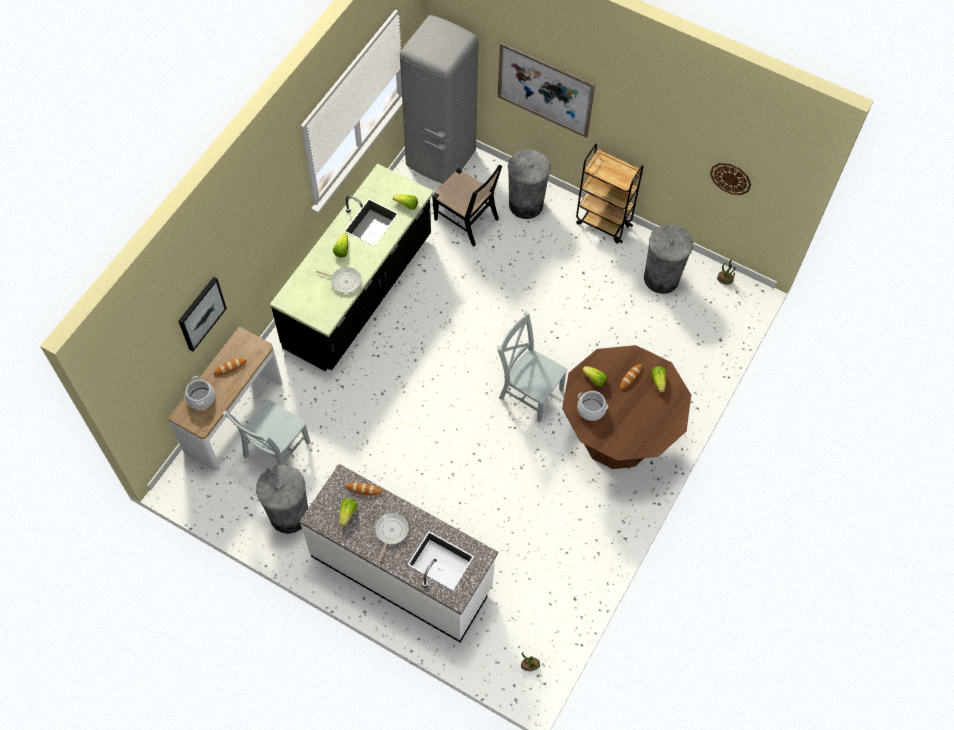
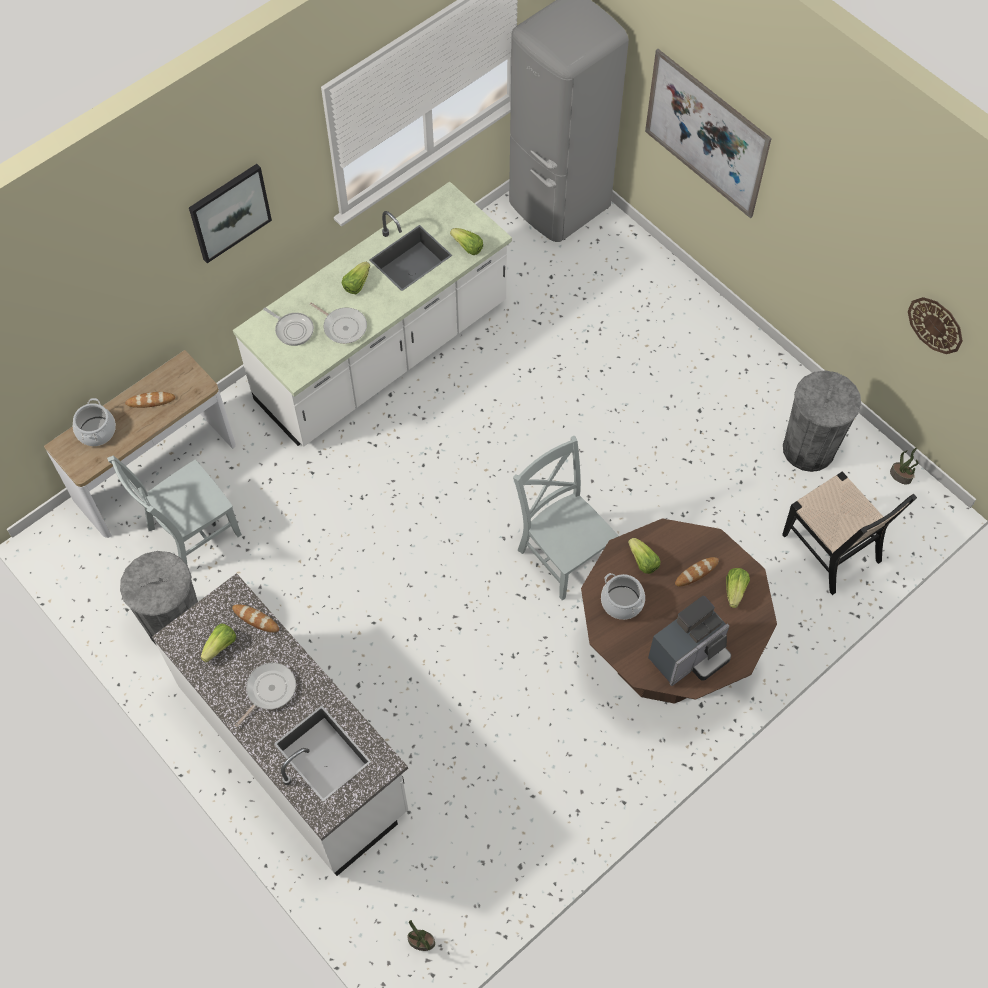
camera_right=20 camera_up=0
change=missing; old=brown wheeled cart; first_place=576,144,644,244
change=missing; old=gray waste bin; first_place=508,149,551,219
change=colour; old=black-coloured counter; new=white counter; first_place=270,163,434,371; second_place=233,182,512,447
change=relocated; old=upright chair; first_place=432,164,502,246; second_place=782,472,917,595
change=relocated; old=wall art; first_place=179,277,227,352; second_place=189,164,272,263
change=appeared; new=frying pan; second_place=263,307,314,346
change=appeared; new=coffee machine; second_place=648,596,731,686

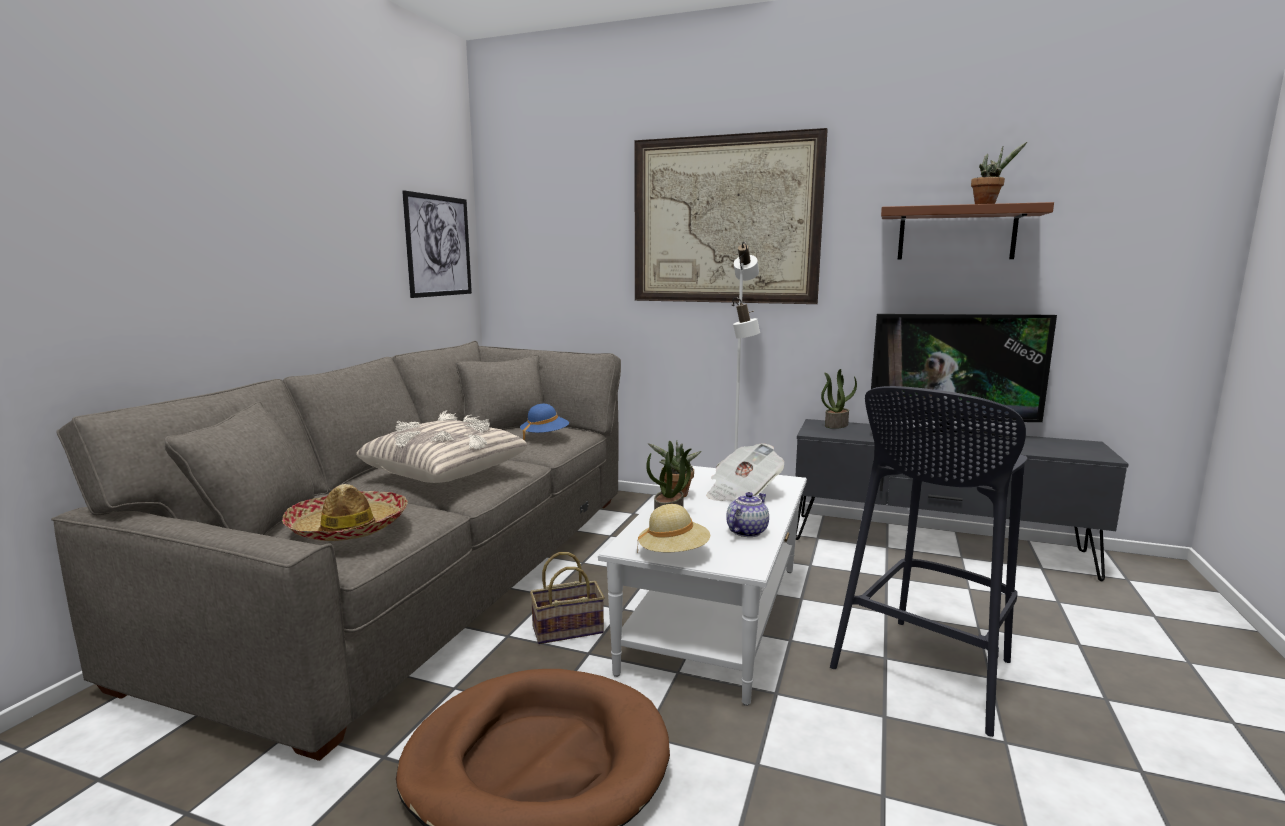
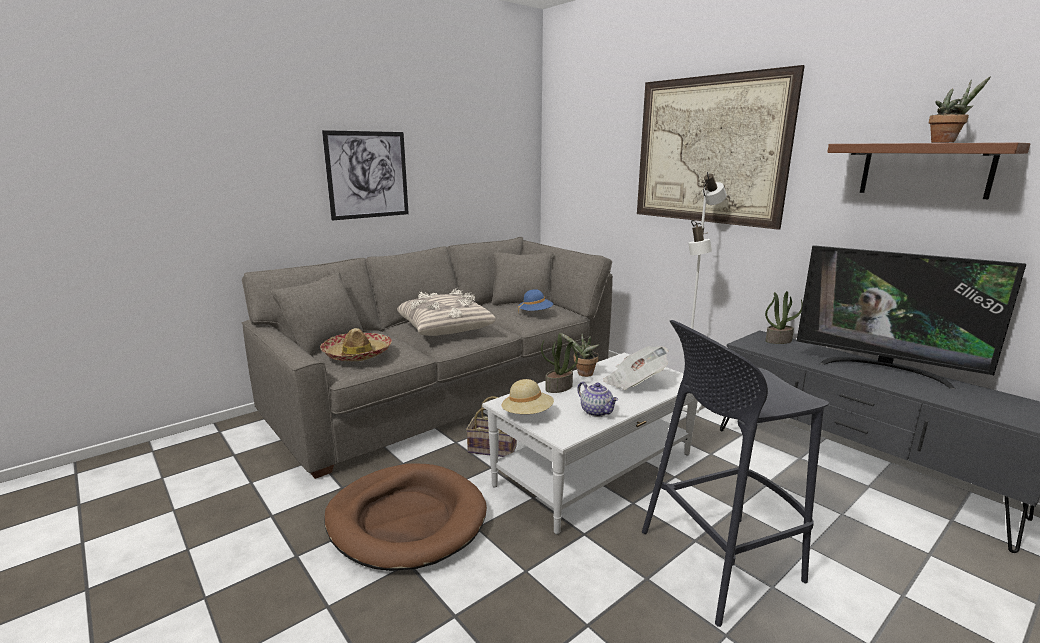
camera_right=30 camera_up=5
change=relocated; old=wall art; first_place=402,190,472,298; second_place=322,130,409,221
change=spun; old=teapot; first_place=726,492,769,537; second_place=577,381,618,417; degrees=75

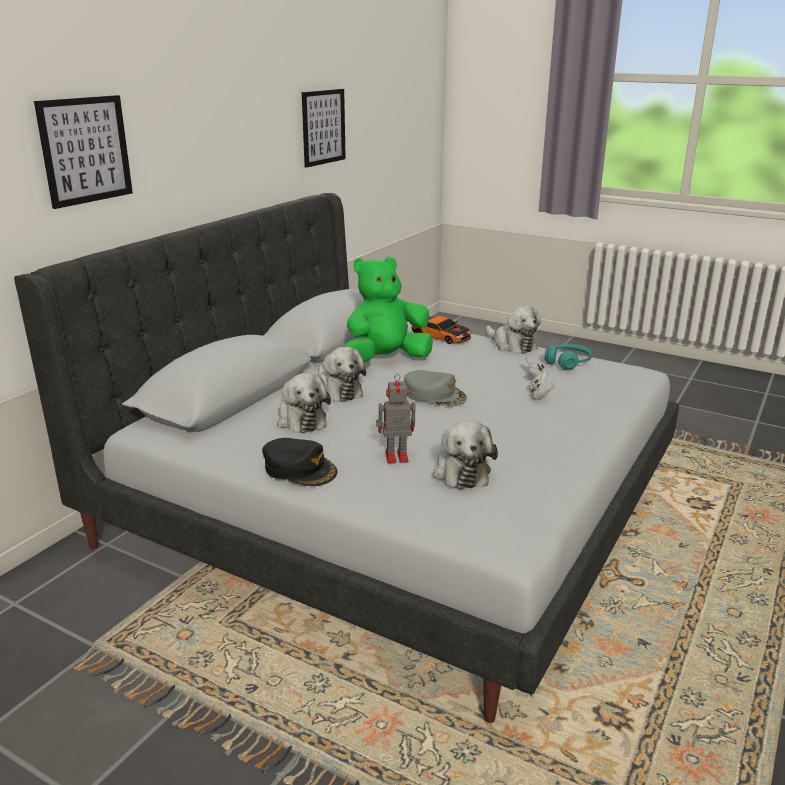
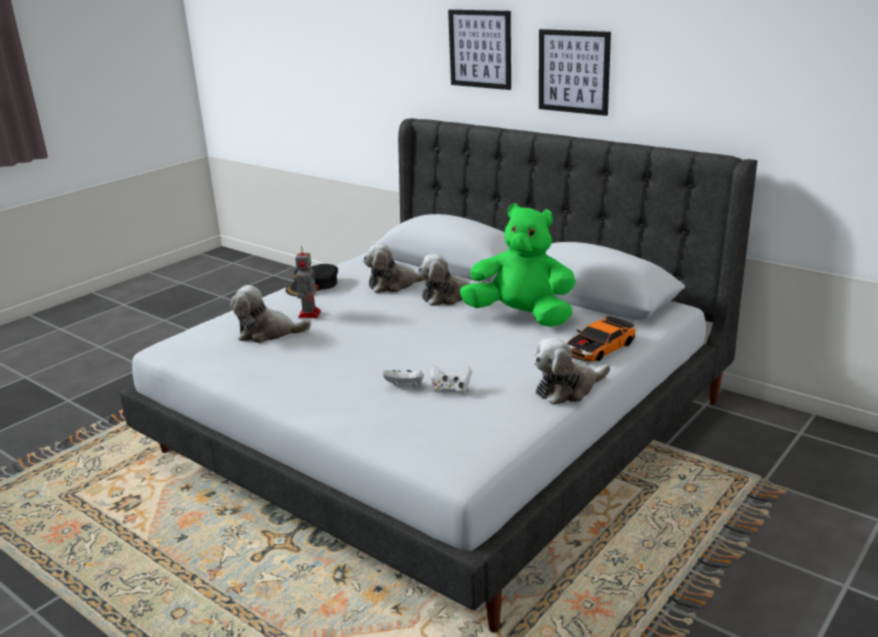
camera_right=100 camera_up=0
change=relocated; old=wall art; first_place=302,89,346,168; second_place=539,29,611,116
change=spun; old=green-coloured soft toy; first_place=344,257,433,362; second_place=460,203,576,327; degrees=-45
change=missing; old=turquoise-coloured pair of headphones; first_place=544,344,592,370
change=missing; old=gray peaked cap; first_place=404,370,467,407

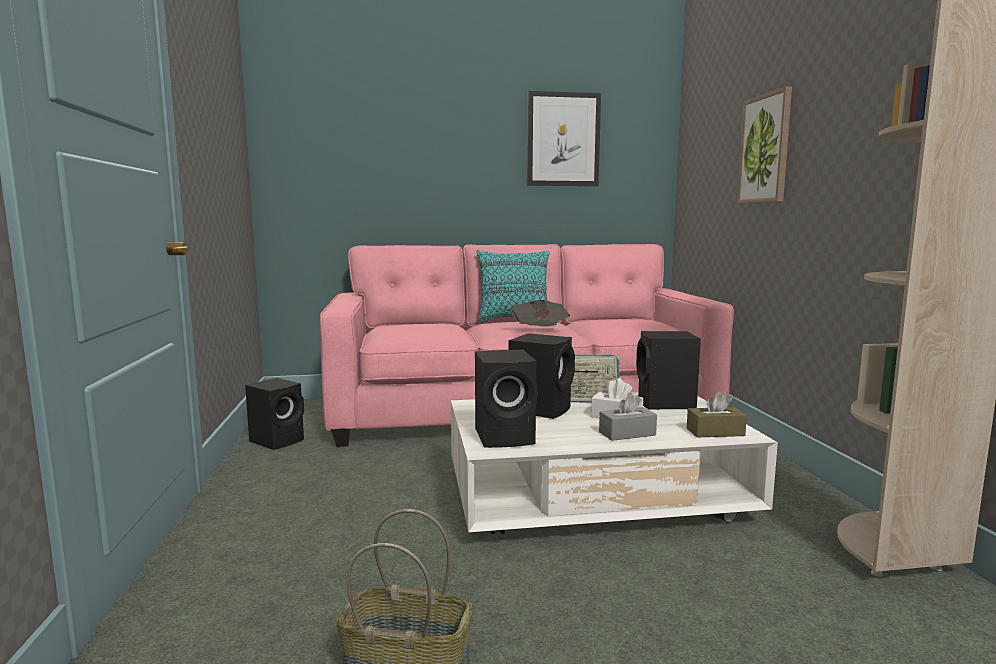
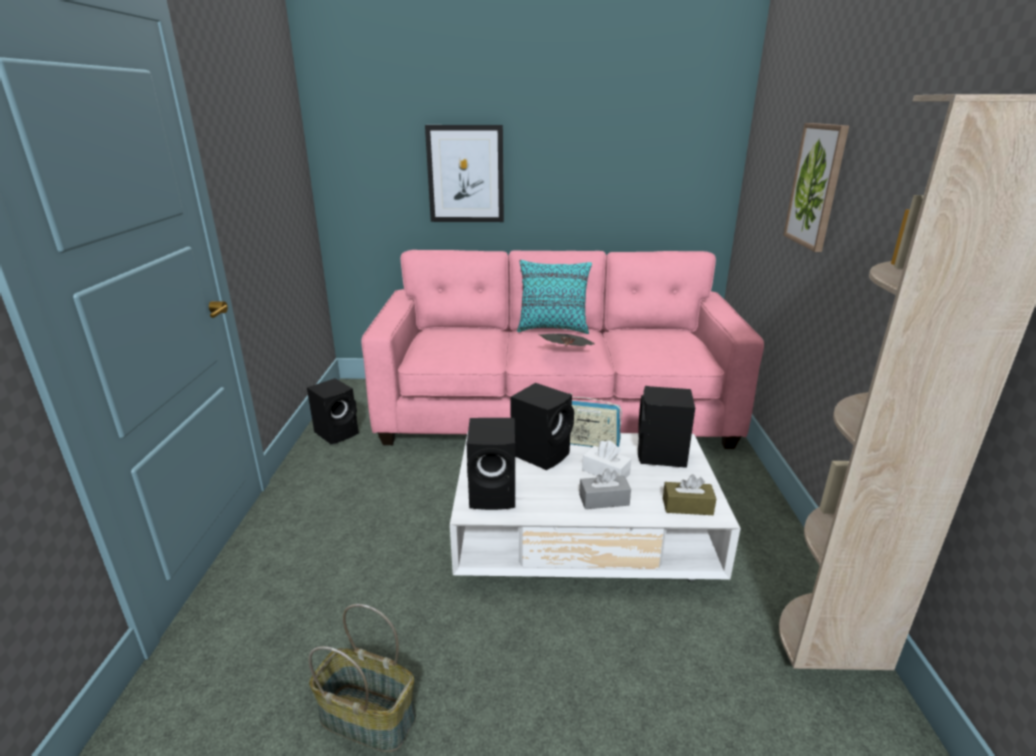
camera_right=10 camera_up=15
change=relocated; old=wall art; first_place=527,91,601,186; second_place=425,125,504,222

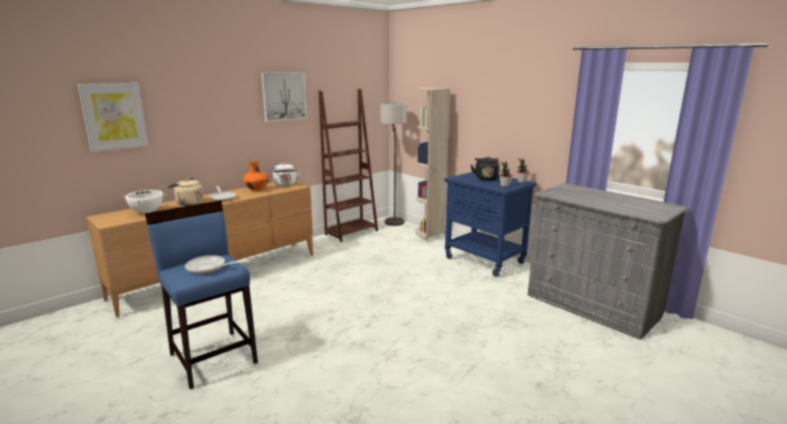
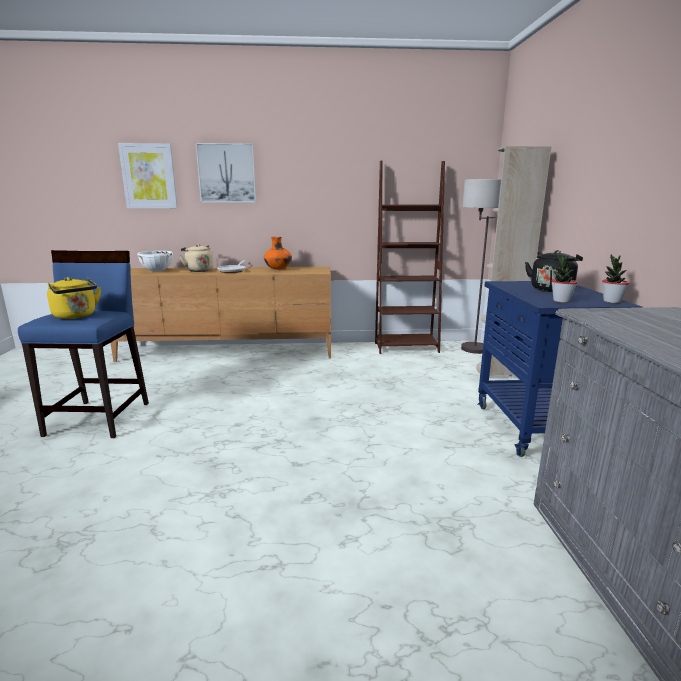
camera_right=40 camera_up=0
change=relocated; old=wall art; first_place=261,72,307,122; second_place=195,143,256,203
change=missing; old=white kettle; first_place=273,163,301,186
change=exchanged; old=frying pan; new=yellow-coloured kettle; first_place=185,255,251,274; second_place=47,277,101,319

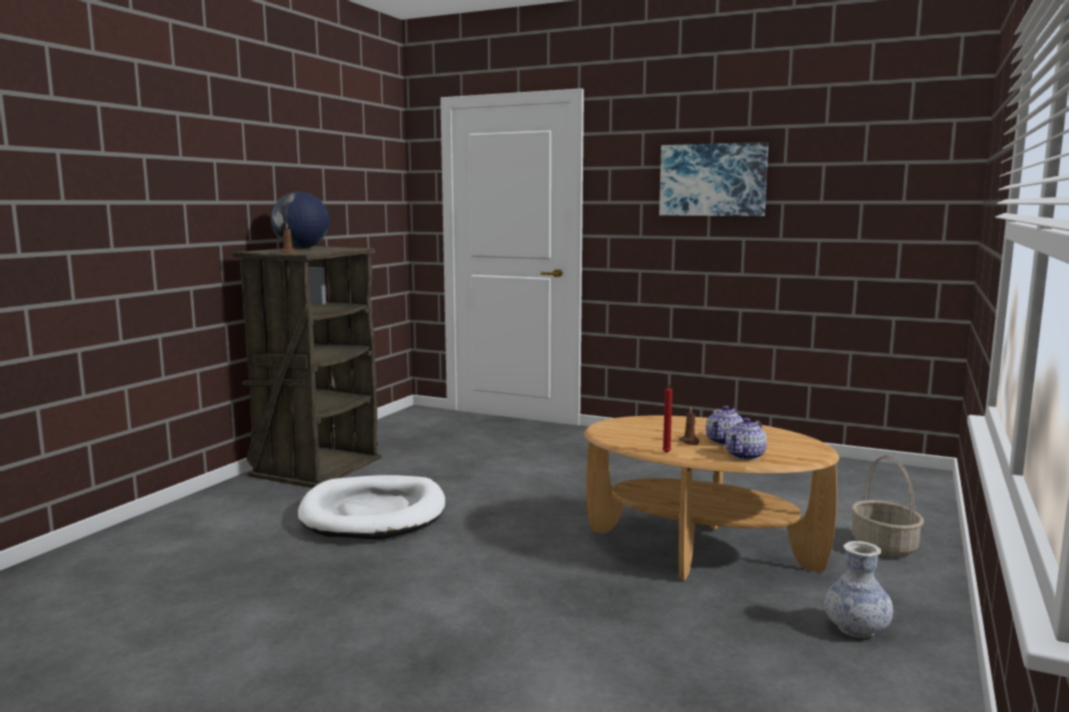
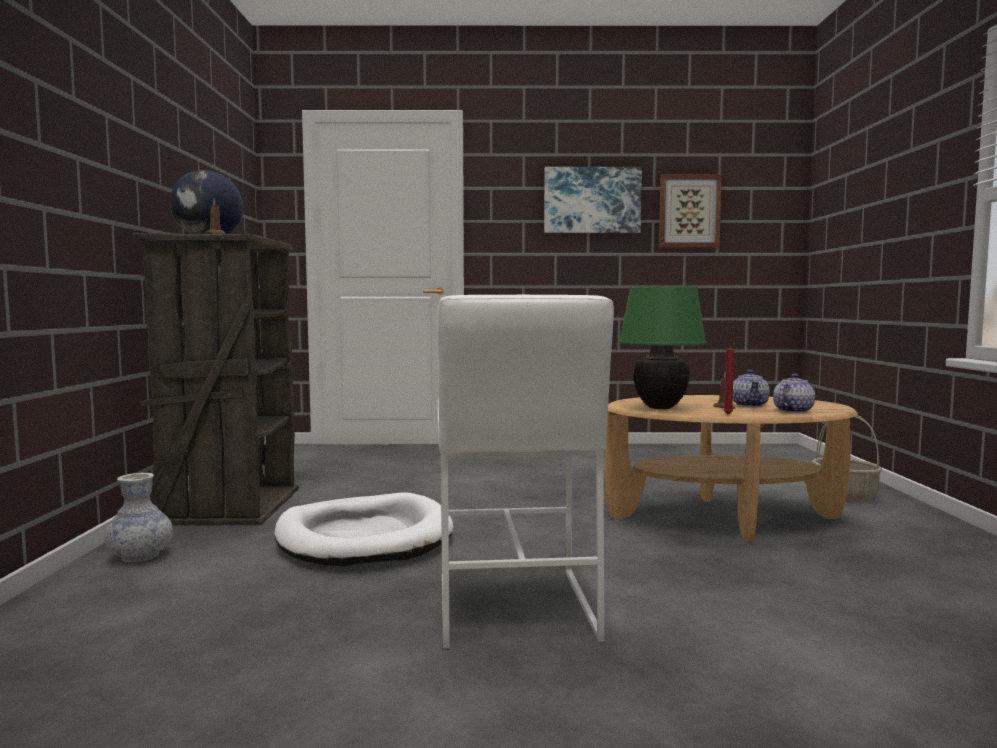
camera_right=-25 camera_up=-5
change=spun; old=teapot; first_place=725,418,767,460; second_place=773,374,815,413; degrees=-150
change=relocated; old=flower vase; first_place=824,541,893,638; second_place=104,473,173,562
change=appeared; new=wall art; second_place=659,175,722,248
change=appeared; new=green-coloured lamp for a table; second_place=619,285,707,409
change=appeared; new=white stool seat; second_place=437,295,614,648

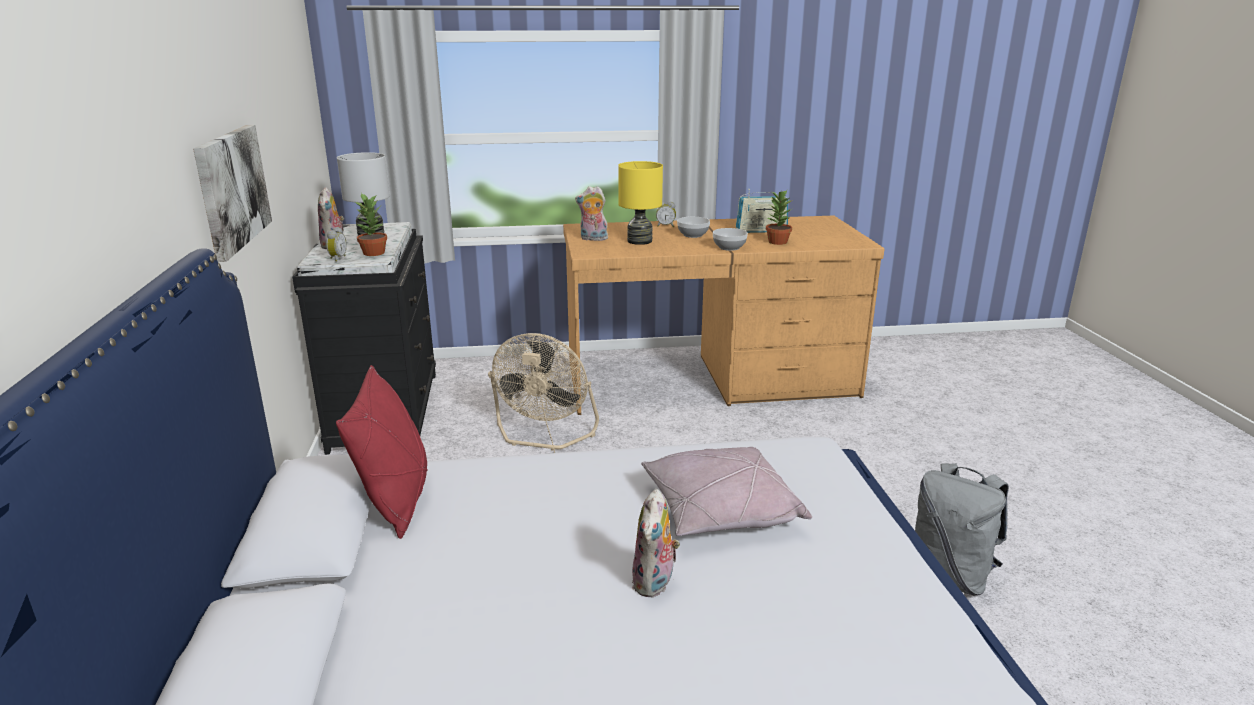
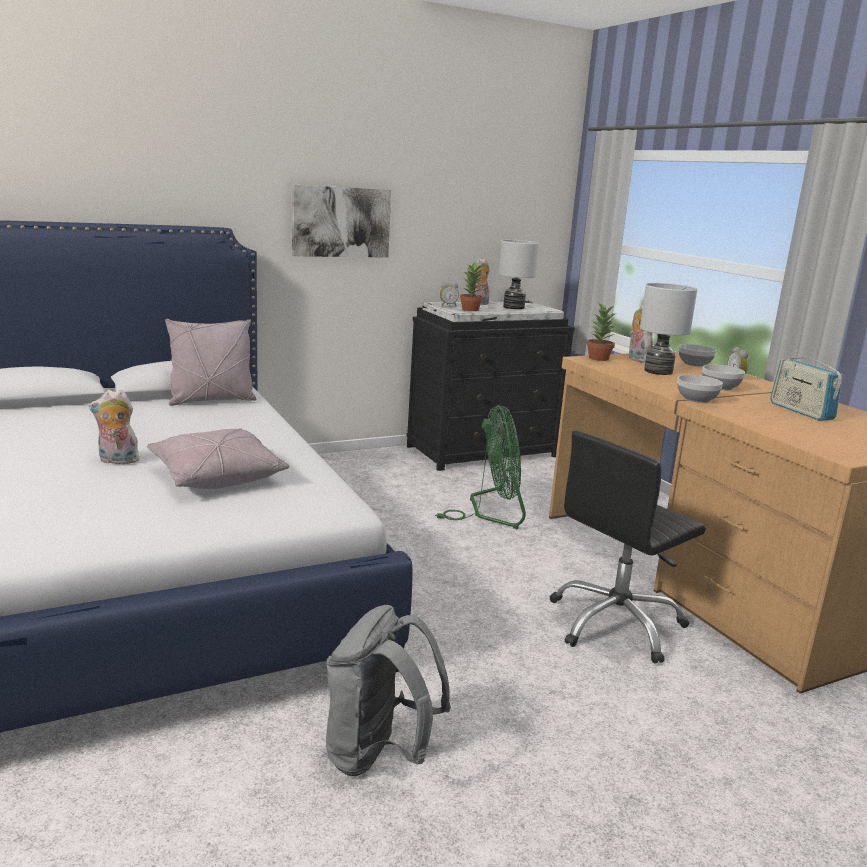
camera_right=70 camera_up=-5
change=colour; old=yellow-coloured lamp for a table; new=gray lamp for a table; first_place=618,161,663,245; second_place=640,283,697,375
change=relocated; old=houseplant; first_place=766,190,793,245; second_place=587,303,617,361
change=colour; old=sand-coloured cooling fan; new=green-coloured cooling fan; first_place=488,333,599,453; second_place=435,405,526,529
change=colour; old=red-coloured cushion; new=purplish cushion; first_place=336,365,428,539; second_place=165,319,256,406
change=appeared; new=bowl; second_place=679,344,716,367
change=appeared; new=black-coloured desk chair; second_place=550,431,706,664

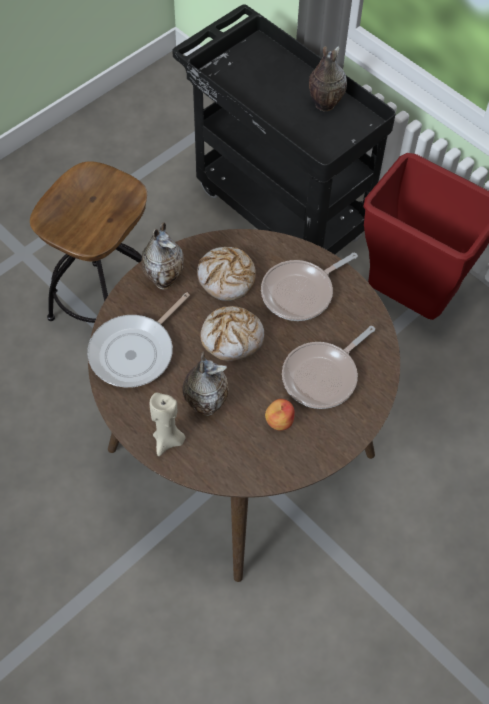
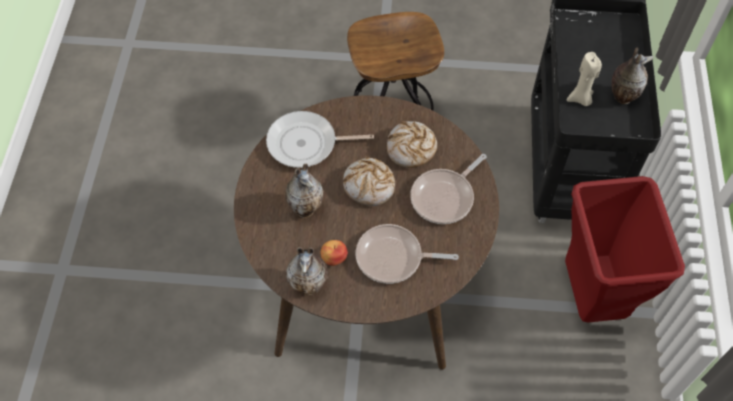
camera_right=50 camera_up=0
change=relocated; old=flower vase; first_place=142,222,184,290; second_place=286,247,328,295
change=spun; old=frying pan; first_place=261,253,358,321; second_place=410,154,487,224; degrees=-60
change=relocated; old=sand-coloured wax candle; first_place=150,392,186,456; second_place=567,52,602,106

